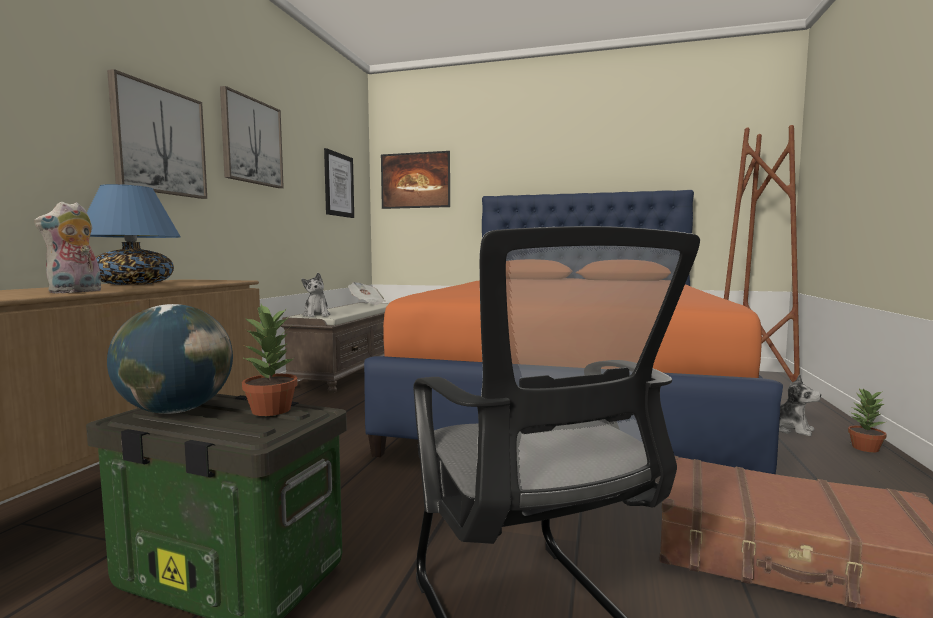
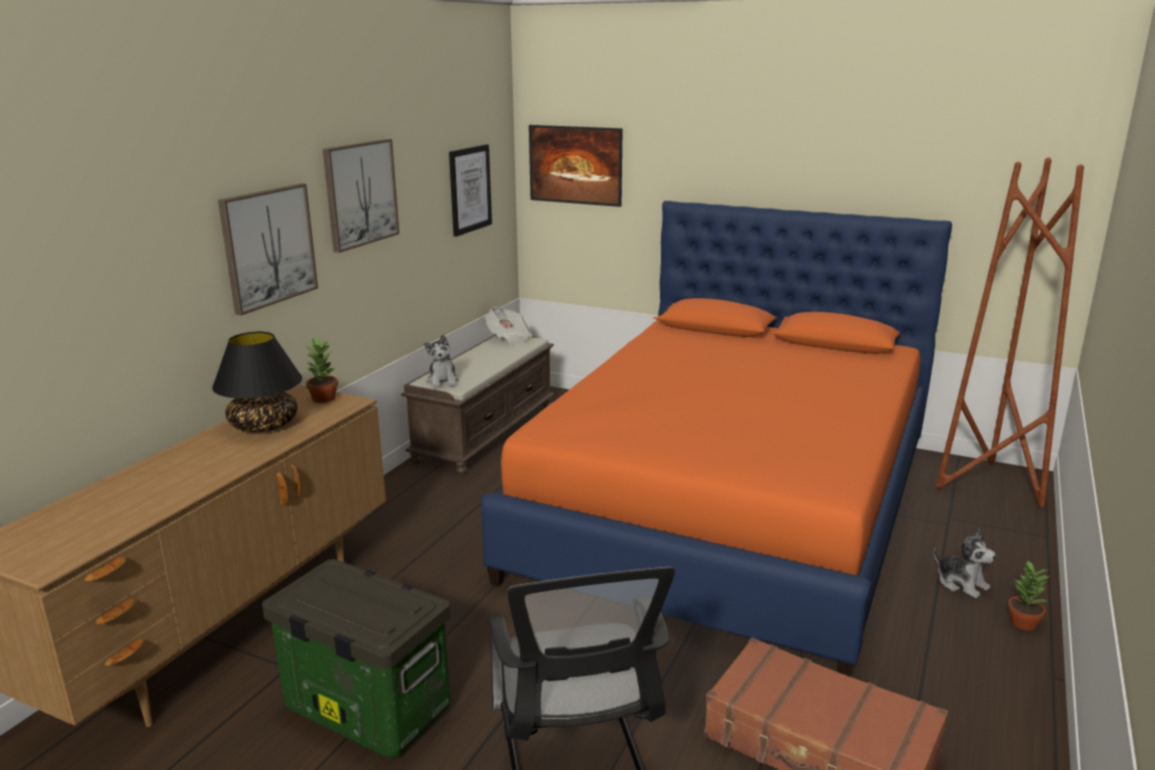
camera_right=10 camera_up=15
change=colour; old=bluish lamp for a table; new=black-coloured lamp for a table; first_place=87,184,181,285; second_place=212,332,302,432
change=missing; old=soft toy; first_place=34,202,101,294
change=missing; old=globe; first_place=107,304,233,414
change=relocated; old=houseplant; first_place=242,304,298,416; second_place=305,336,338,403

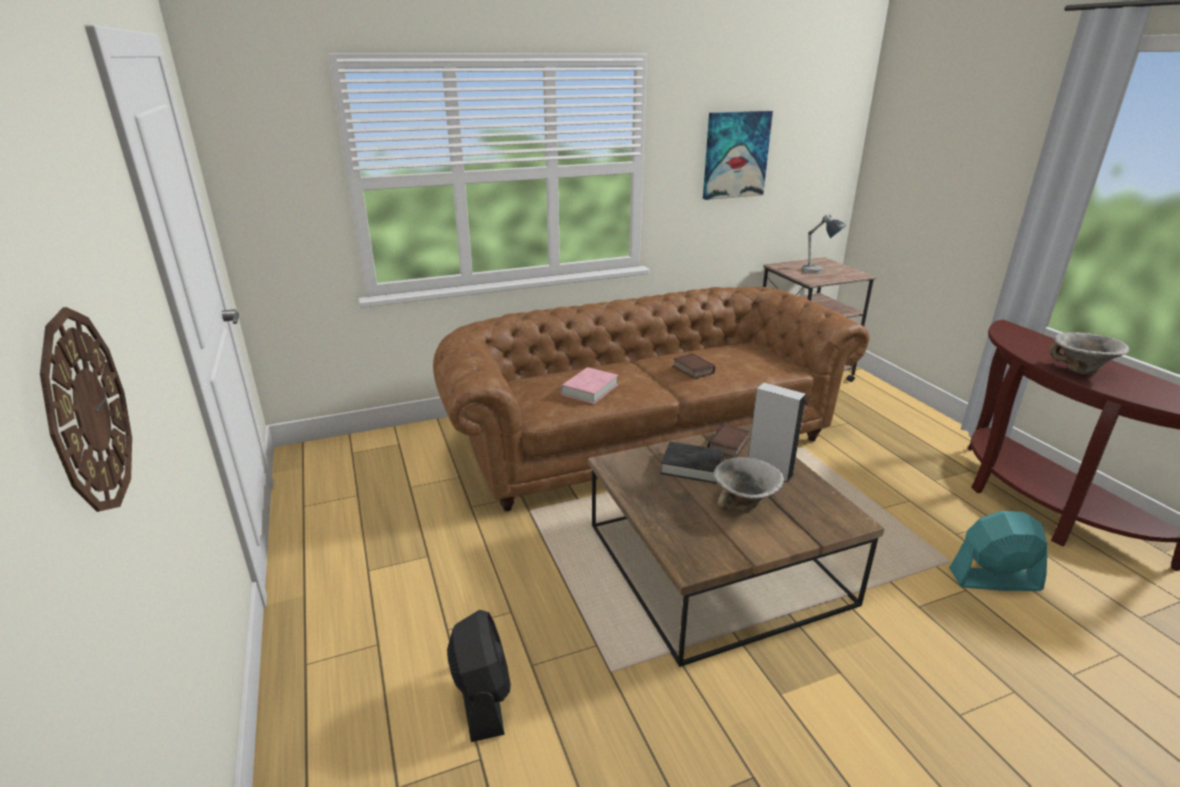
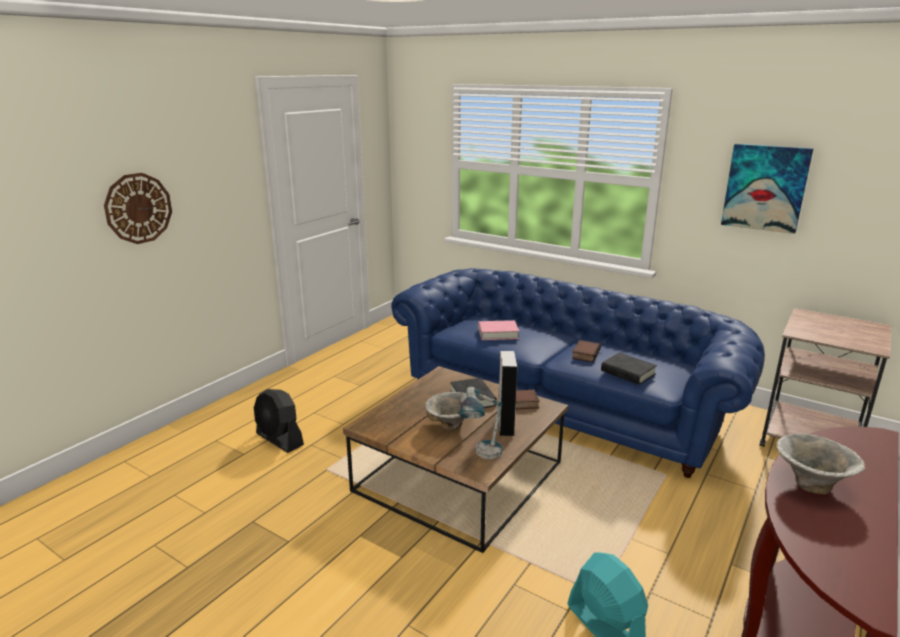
camera_right=55 camera_up=-5
change=relocated; old=lamp for a table; first_place=802,214,846,274; second_place=459,387,503,459
change=colour; old=brown sofa; new=bluish sofa; first_place=433,287,870,511; second_place=391,268,765,478
change=spun; old=black-coloured cooling fan; first_place=447,610,511,742; second_place=254,389,304,453; degrees=90
change=appeared; new=black-coloured book; second_place=601,352,657,385

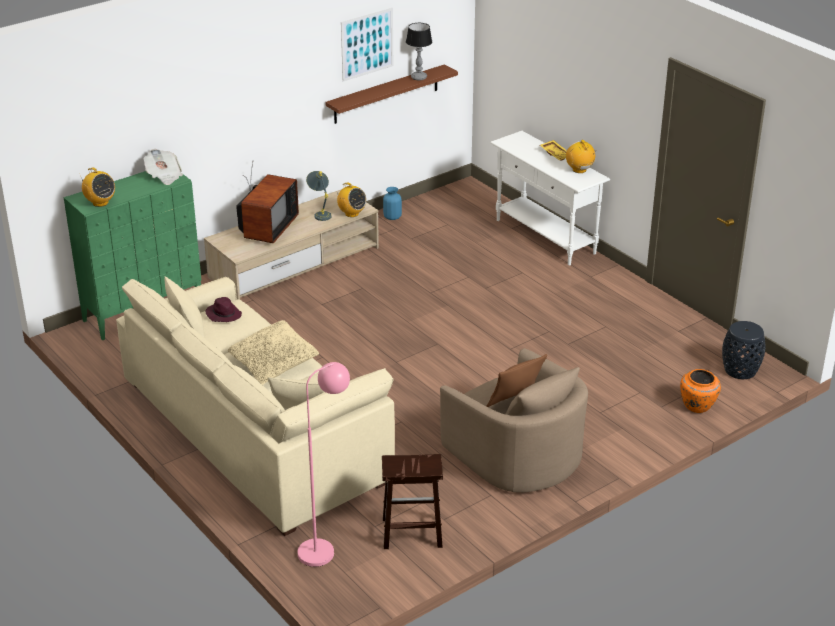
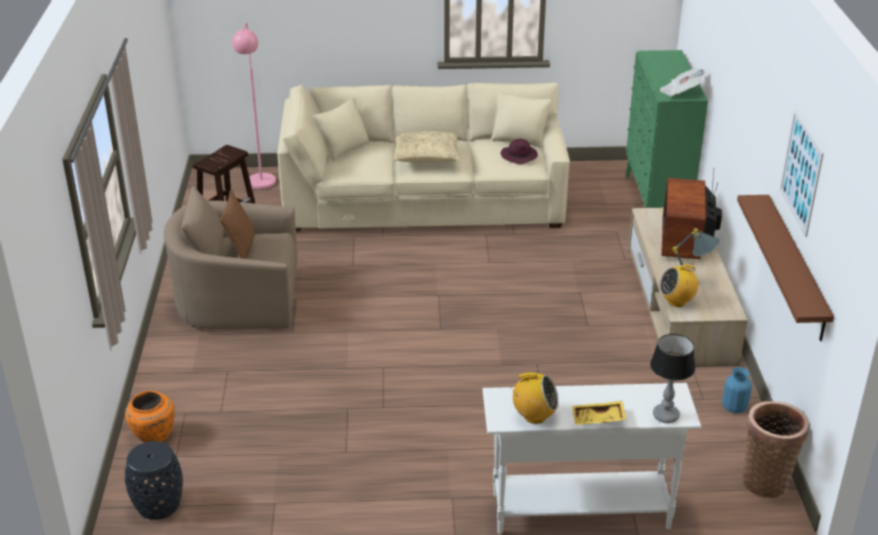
camera_right=125 camera_up=0
change=relocated; old=lamp for a table; first_place=406,23,432,81; second_place=650,334,695,423
change=spun; old=TV set; first_place=236,162,299,243; second_place=661,169,722,259; degrees=45
change=missing; old=radio set; first_place=82,167,115,207
change=appeared; new=household basket; second_place=742,401,810,498

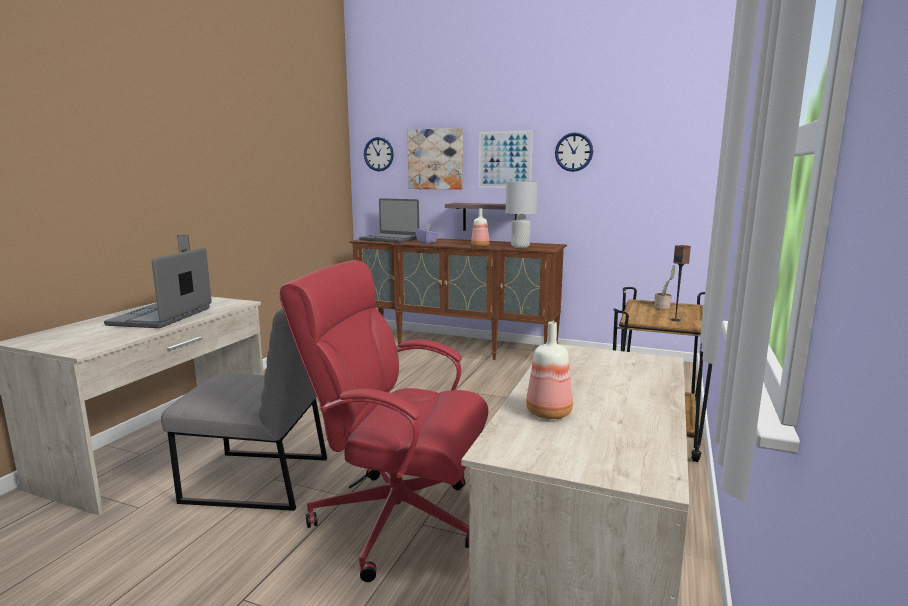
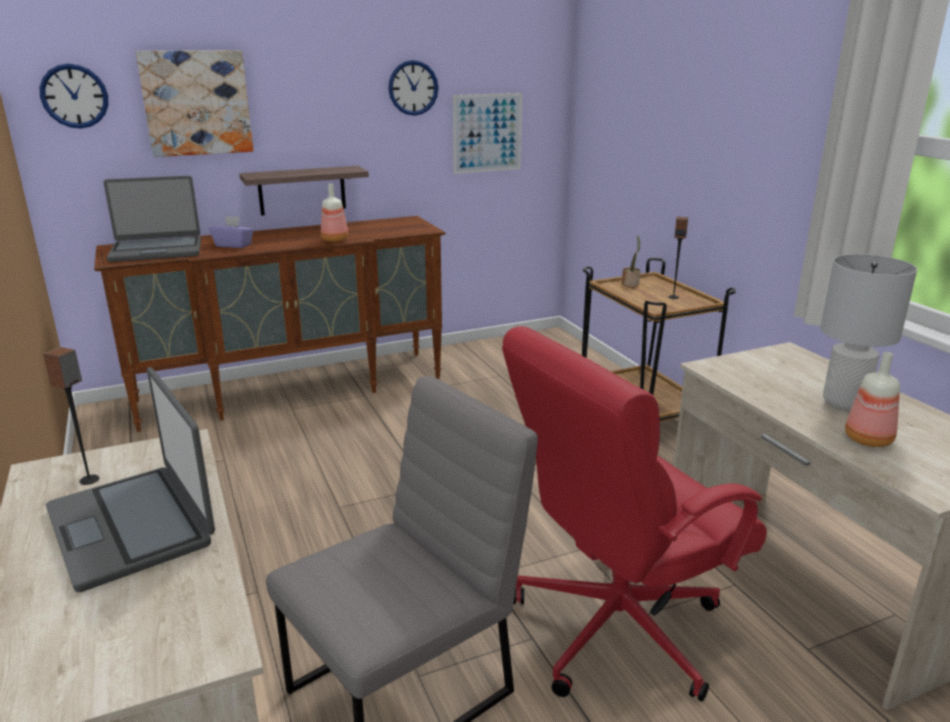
camera_right=-45 camera_up=10
change=relocated; old=wall art; first_place=479,131,533,188; second_place=453,93,522,174
change=relocated; old=gray lamp for a table; first_place=506,180,538,248; second_place=820,254,917,411

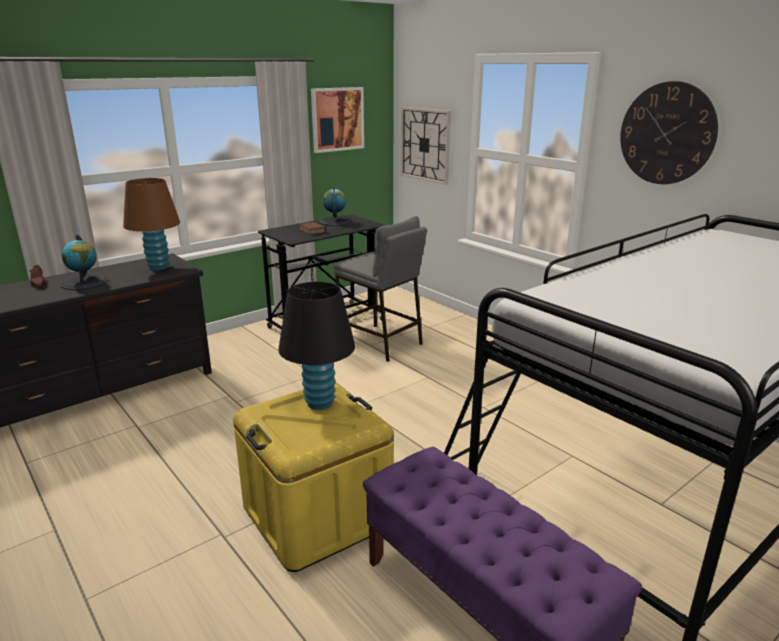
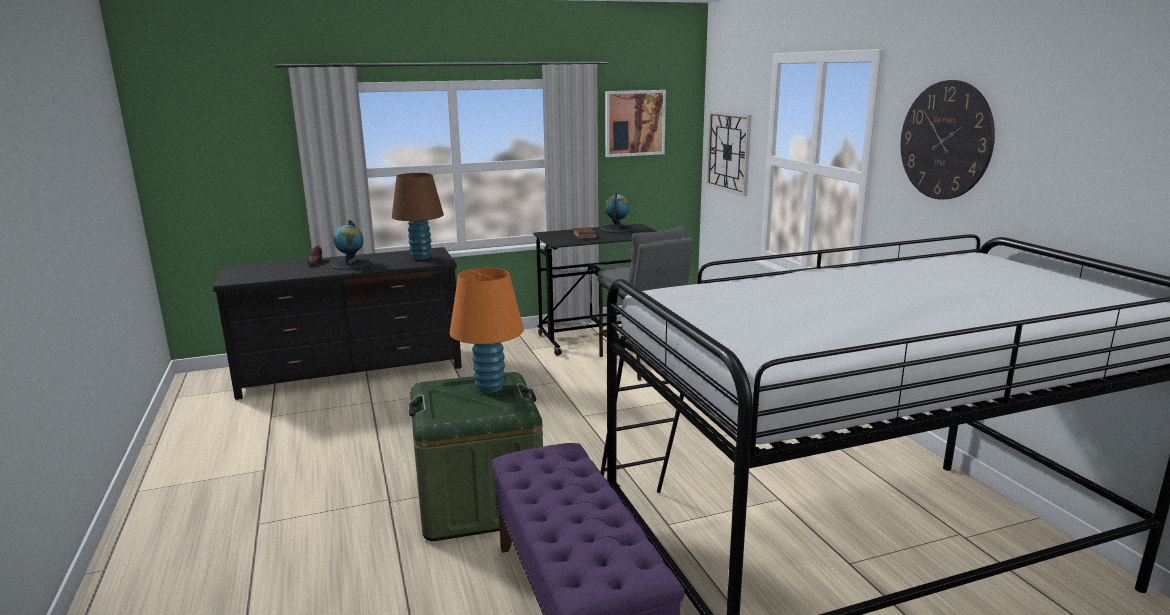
camera_right=20 camera_up=-5
change=colour; old=black-coloured lamp for a table; new=orange lamp for a table; first_place=278,282,355,410; second_place=450,268,524,393
change=colour; old=yellow-coloured storage container; new=green-coloured storage container; first_place=233,382,394,572; second_place=409,372,543,541

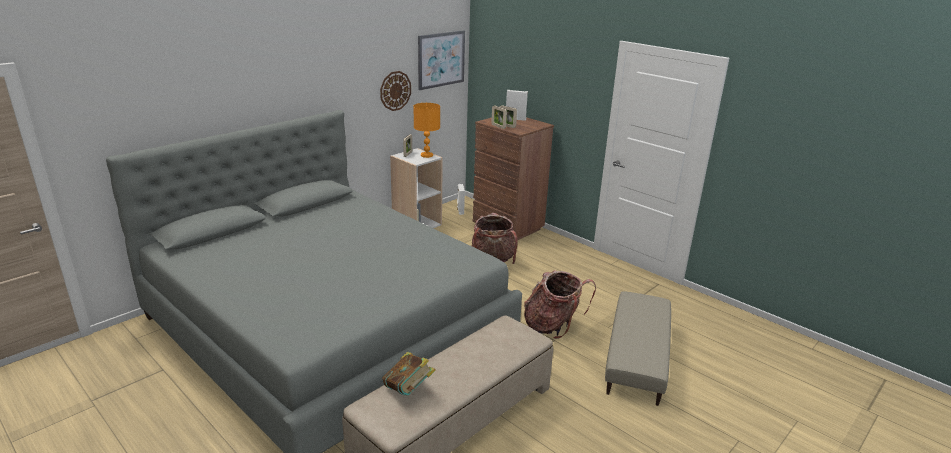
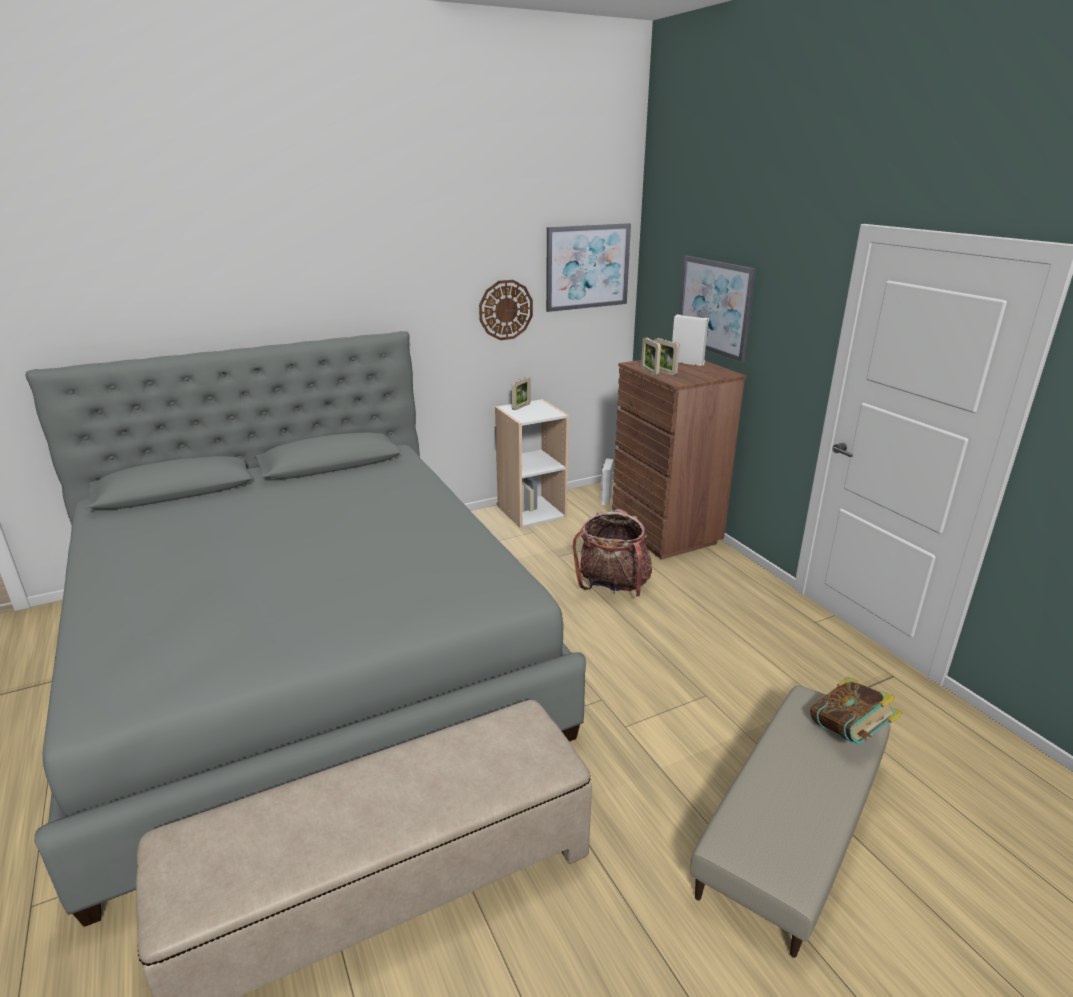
camera_right=20 camera_up=0
change=missing; old=orange lamp for a table; first_place=414,103,440,158
change=missing; old=backpack; first_place=524,270,596,339
change=relocated; old=book; first_place=382,352,436,396; second_place=810,676,903,744
change=appeared; new=wall art; second_place=679,256,756,362

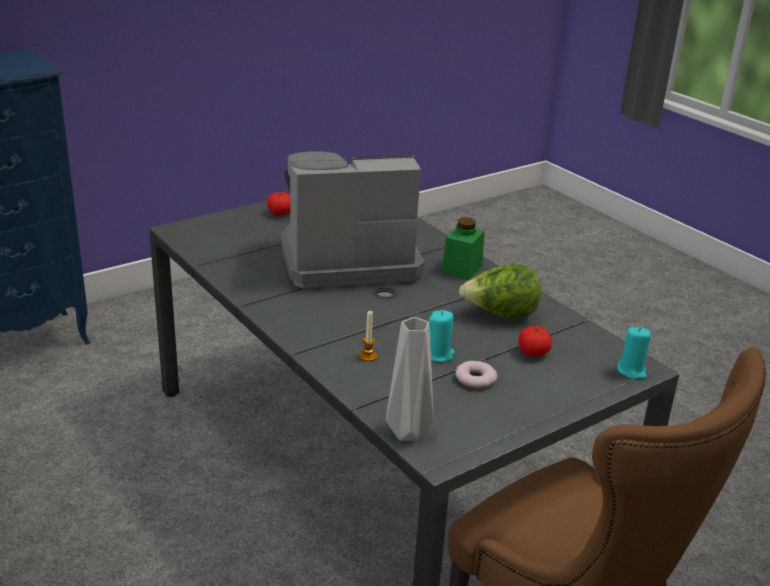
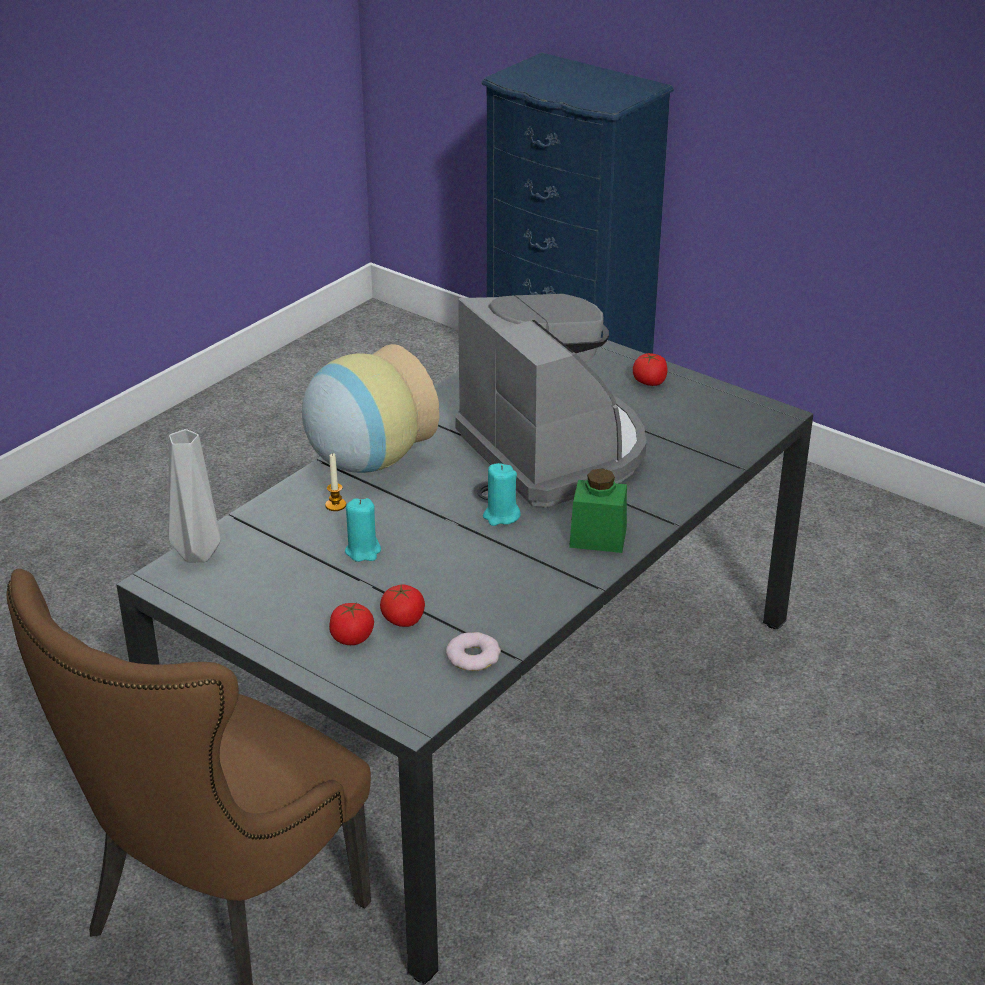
camera_right=75 camera_up=5
change=missing; old=head of lettuce; first_place=459,264,541,318
change=relocated; old=turquoise-coloured wax candle; first_place=617,327,651,380; second_place=483,463,521,526
change=relocated; old=ring doughnut; first_place=455,361,497,388; second_place=446,632,501,671
change=appeared; new=flower vase; second_place=302,344,439,473
change=appeared; new=whole tomato; second_place=329,602,374,645

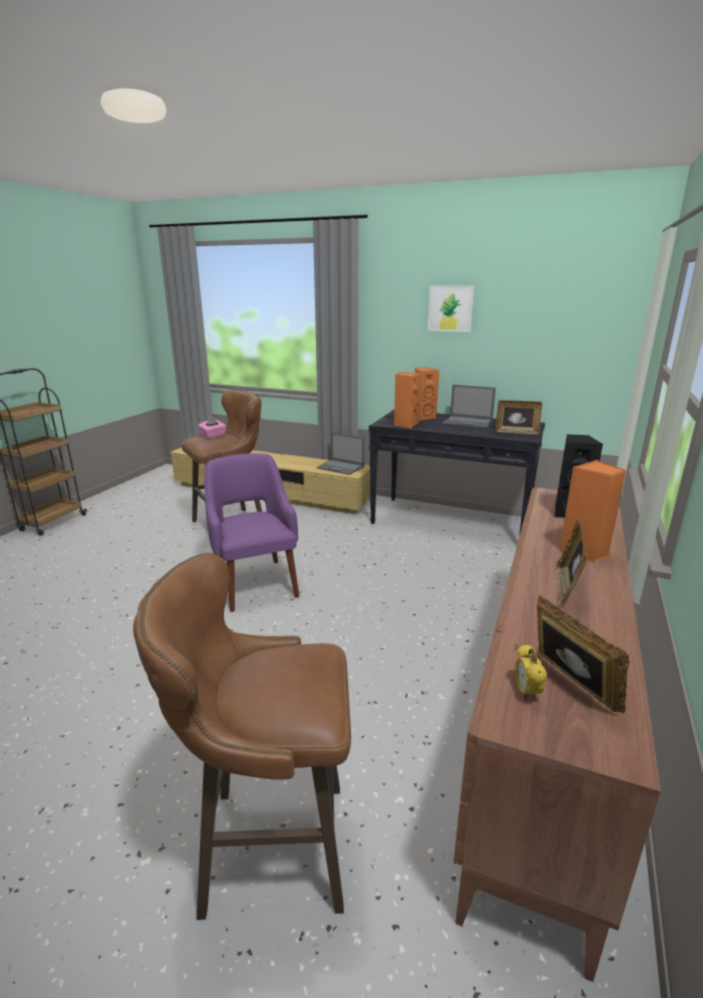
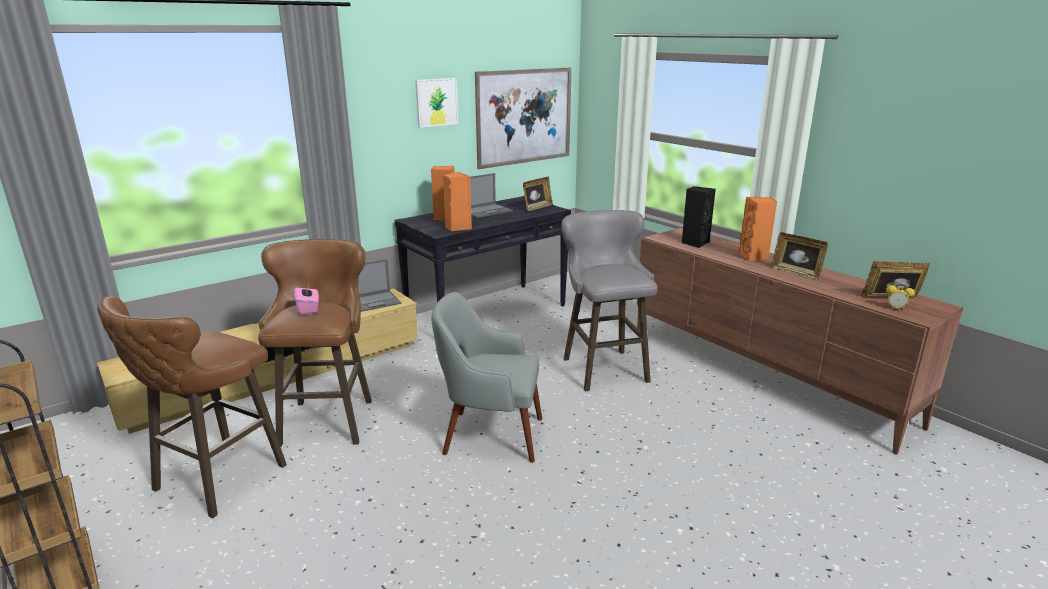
camera_right=-60 camera_up=0
change=colour; old=purplish lounge chair; new=gray lounge chair; first_place=204,453,299,612; second_place=432,292,542,463
change=relocated; old=brown stool seat; first_place=133,553,351,920; second_place=97,296,287,518
change=appeared; new=wall art; second_place=475,68,572,169
change=appeared; new=gray stool seat; second_place=562,210,658,391

